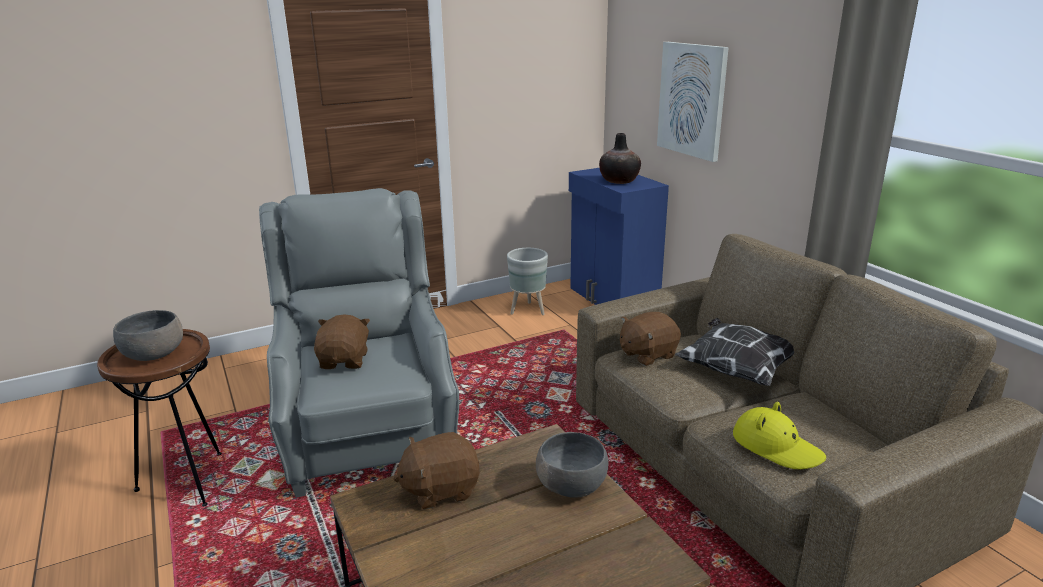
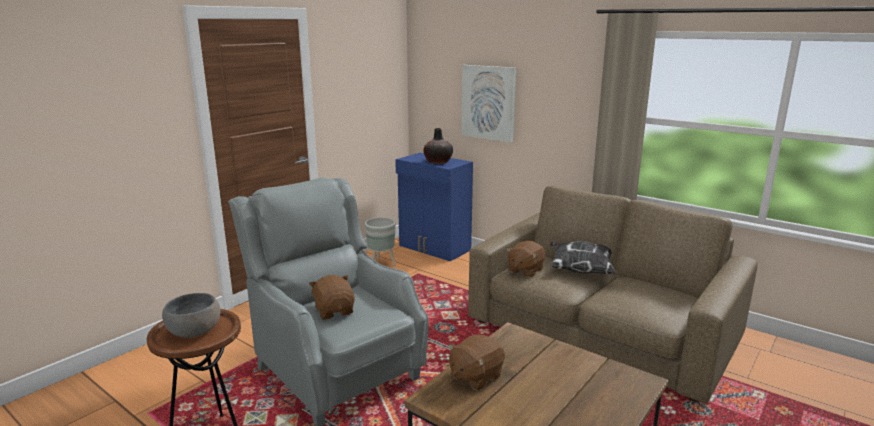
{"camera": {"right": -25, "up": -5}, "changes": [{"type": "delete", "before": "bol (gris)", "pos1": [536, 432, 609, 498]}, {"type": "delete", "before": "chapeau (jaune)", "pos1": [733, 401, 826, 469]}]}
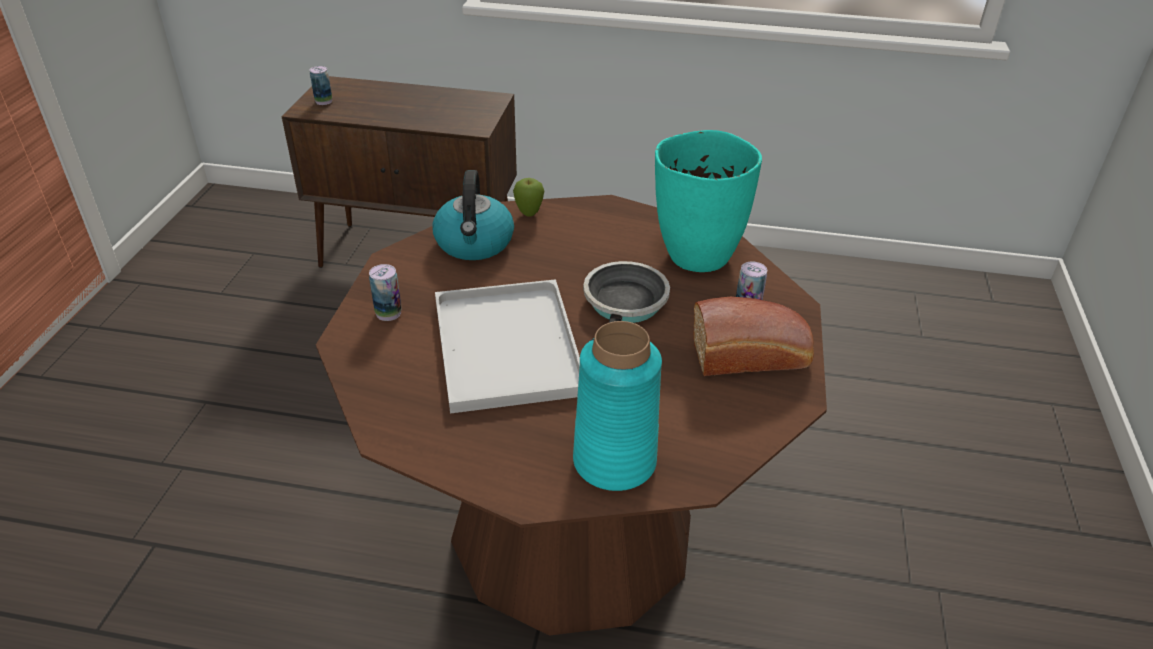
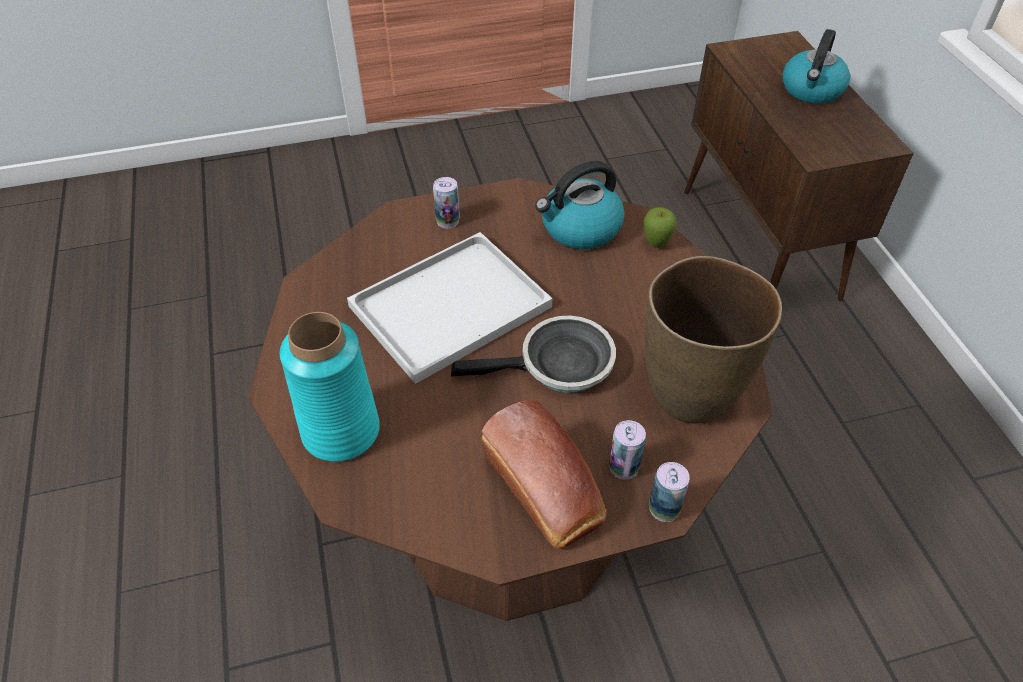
{"camera": {"right": 65, "up": 10}, "changes": [{"type": "move", "before": "boîte métallique", "pos1": [310, 66, 332, 105], "pos2": [649, 462, 690, 522]}, {"type": "recolor", "before": "vase (turquoise)", "after": "vase (marron)", "pos1": [655, 130, 762, 272], "pos2": [645, 256, 782, 424]}, {"type": "insert", "after": "bouilloire", "pos2": [783, 29, 850, 104]}]}
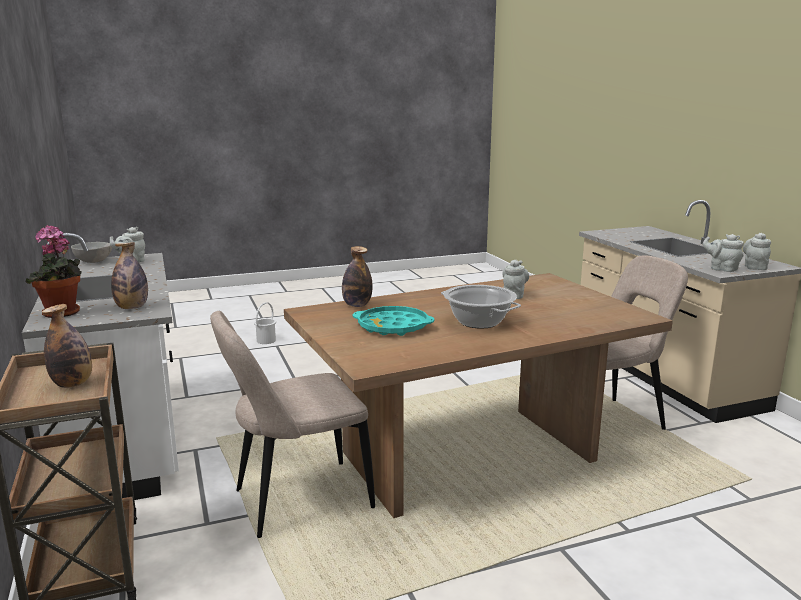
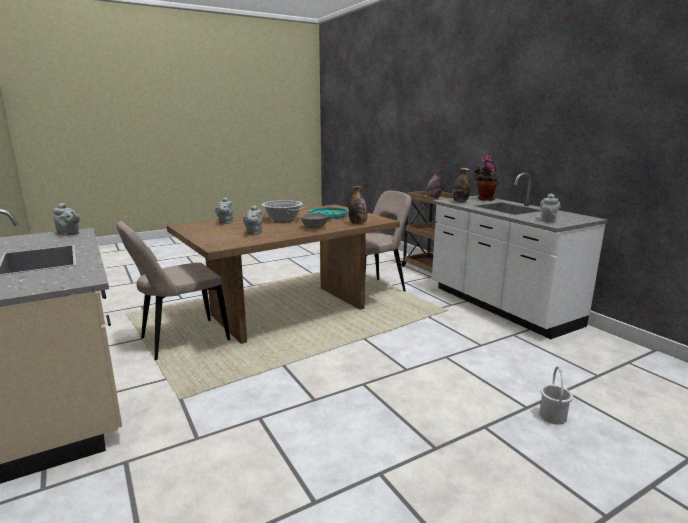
{"camera": {"right": 170, "up": 0}, "changes": [{"type": "move", "before": "bol (gris)", "pos1": [71, 242, 112, 263], "pos2": [301, 213, 329, 229]}, {"type": "move", "before": "théière (gris)", "pos1": [743, 233, 771, 270], "pos2": [215, 197, 233, 224]}]}
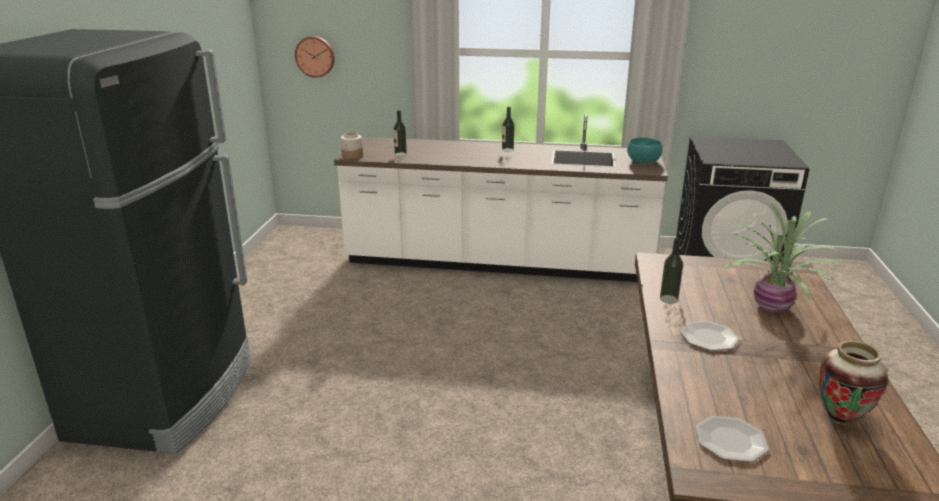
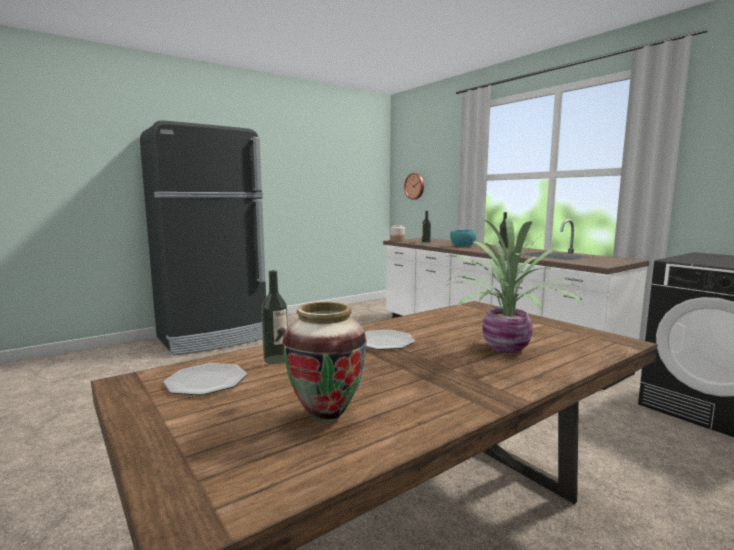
{"camera": {"right": 45, "up": -15}, "changes": [{"type": "move", "before": "bol (turquoise)", "pos1": [627, 137, 663, 163], "pos2": [450, 230, 476, 247]}, {"type": "move", "before": "bouteille", "pos1": [660, 238, 683, 304], "pos2": [261, 270, 288, 364]}]}
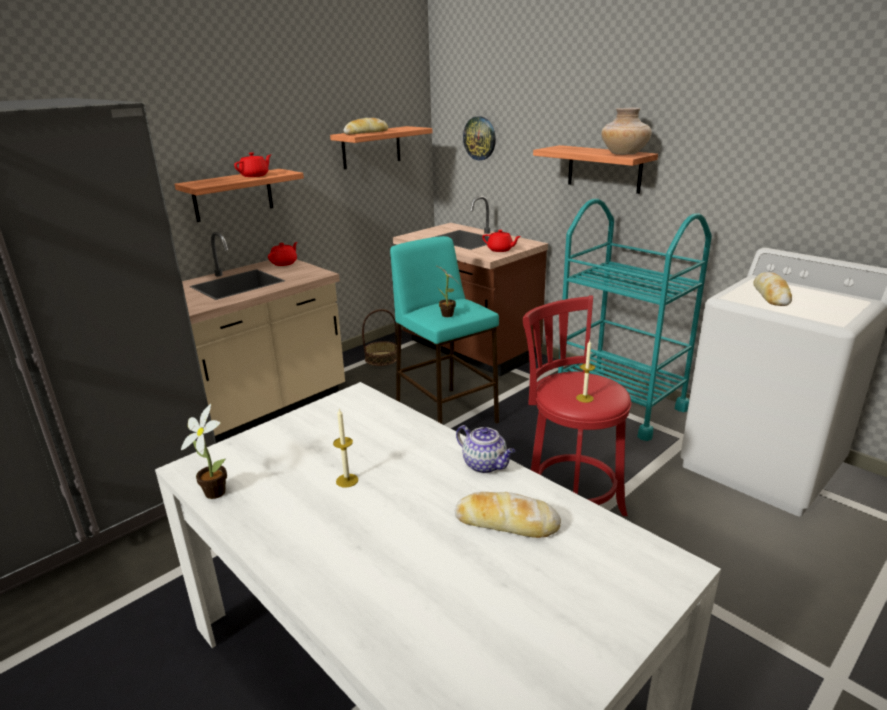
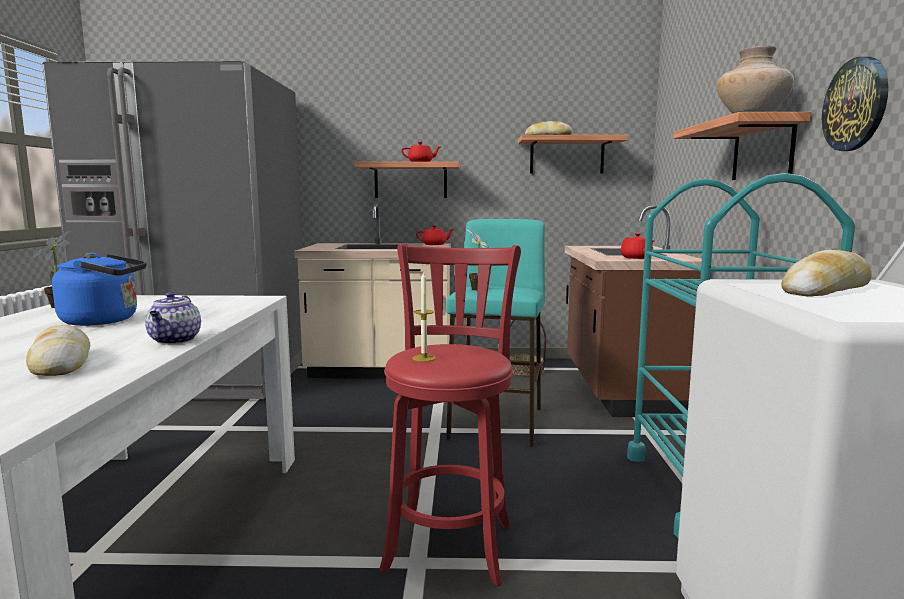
{"camera": {"right": 45, "up": -15}, "changes": [{"type": "replace", "before": "bougie", "after": "bouilloire (bleu)", "pos1": [333, 409, 358, 488], "pos2": [52, 253, 147, 326]}, {"type": "move", "before": "horloge murale", "pos1": [463, 116, 496, 160], "pos2": [822, 57, 888, 151]}]}
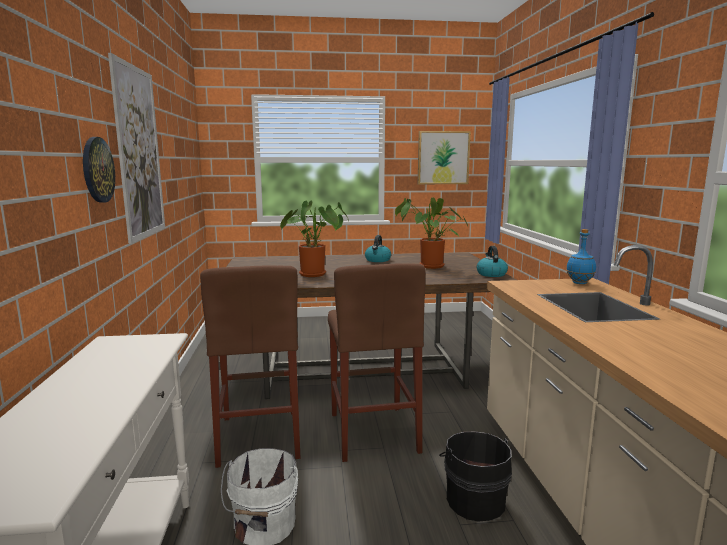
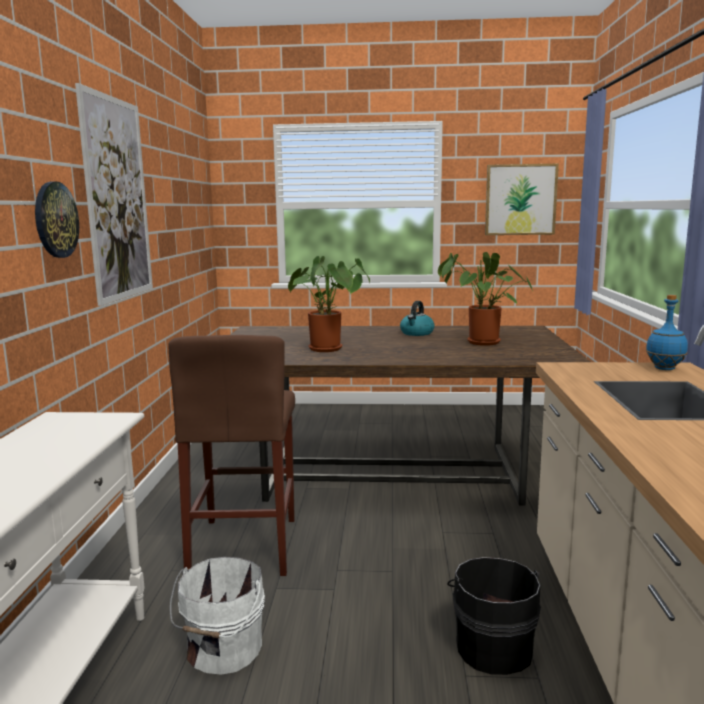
{"camera": {"right": 10, "up": 0}, "changes": [{"type": "delete", "before": "tabouret (marron)", "pos1": [328, 263, 425, 462]}, {"type": "delete", "before": "bouilloire", "pos1": [477, 246, 508, 277]}]}
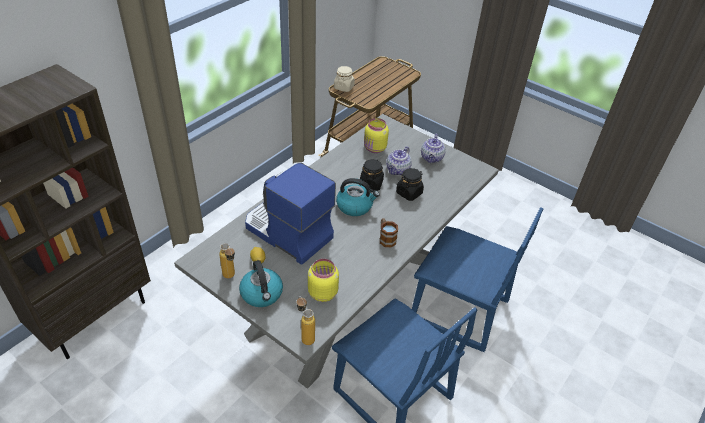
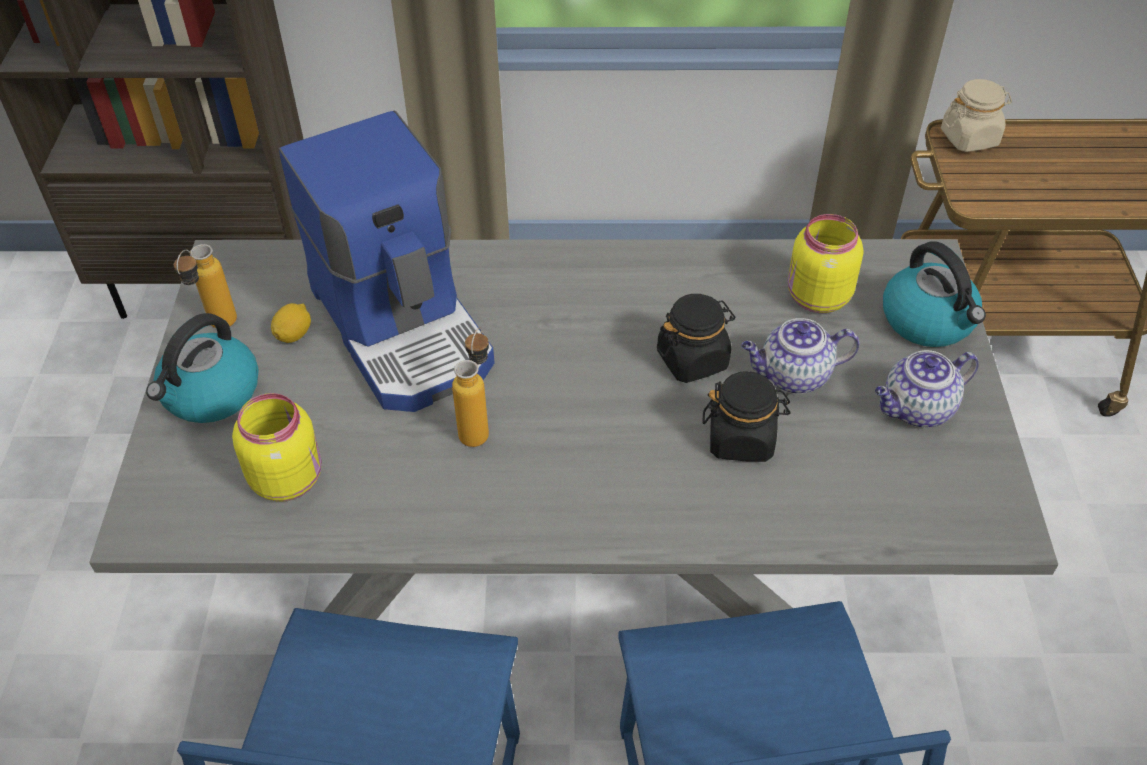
{"camera": {"right": 55, "up": 5}, "changes": [{"type": "rotate", "before": "machine à café", "pos1": [245, 163, 336, 265], "pos2": [279, 111, 495, 412], "turn": 150}, {"type": "move", "before": "bouteille", "pos1": [297, 296, 315, 345], "pos2": [452, 327, 489, 447]}, {"type": "move", "before": "bouilloire", "pos1": [336, 178, 380, 216], "pos2": [883, 241, 986, 347]}, {"type": "delete", "before": "mug", "pos1": [380, 218, 398, 247]}]}
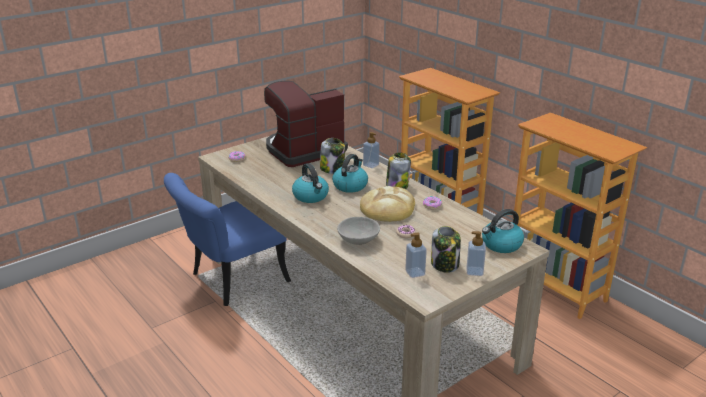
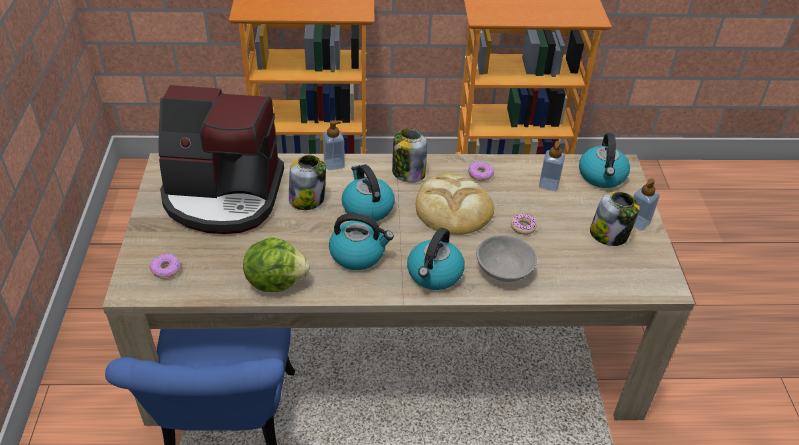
{"camera": {"right": -55, "up": 15}, "changes": [{"type": "rotate", "before": "machine à café", "pos1": [264, 81, 348, 167], "pos2": [159, 85, 284, 234], "turn": -90}, {"type": "move", "before": "distributeur de savon", "pos1": [405, 232, 427, 278], "pos2": [539, 141, 565, 191]}, {"type": "insert", "after": "laitue", "pos2": [243, 237, 310, 292]}, {"type": "insert", "after": "bouilloire", "pos2": [407, 228, 465, 290]}]}
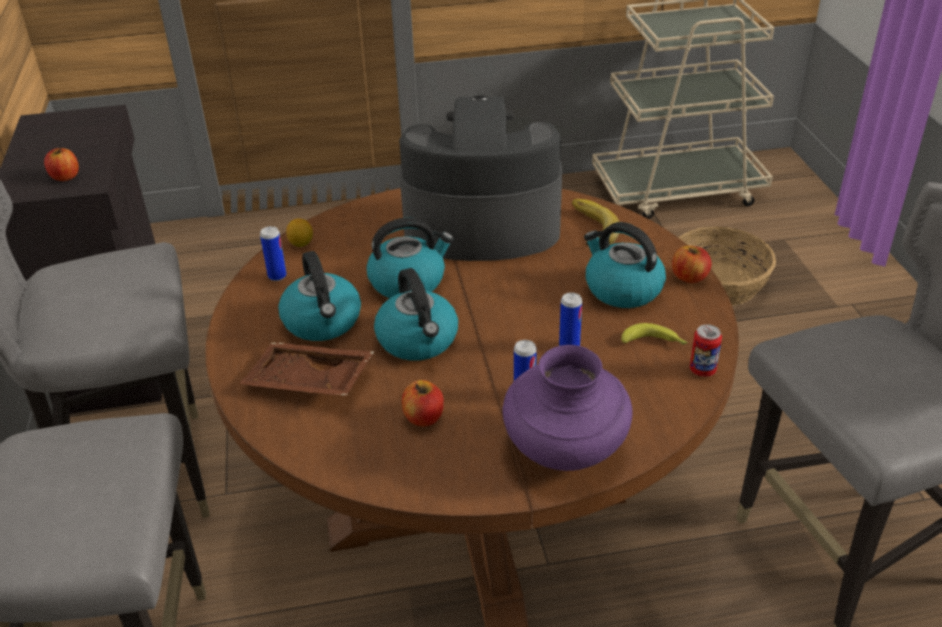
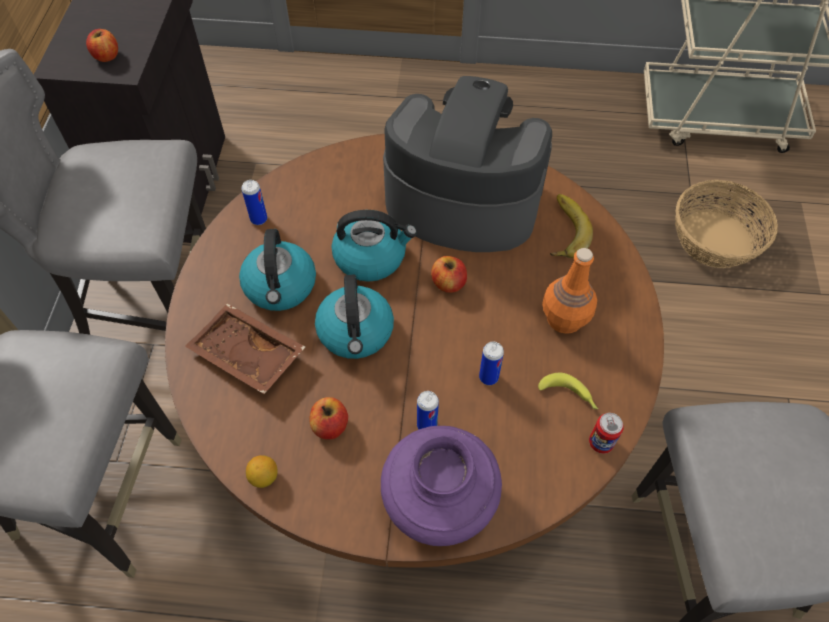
{"camera": {"right": 15, "up": 20}, "changes": [{"type": "move", "before": "citron", "pos1": [286, 218, 313, 247], "pos2": [246, 455, 278, 488]}, {"type": "replace", "before": "bouilloire", "after": "bouteille (orange)", "pos1": [584, 222, 666, 308], "pos2": [542, 248, 597, 334]}, {"type": "move", "before": "pomme", "pos1": [672, 246, 711, 283], "pos2": [431, 256, 467, 293]}]}
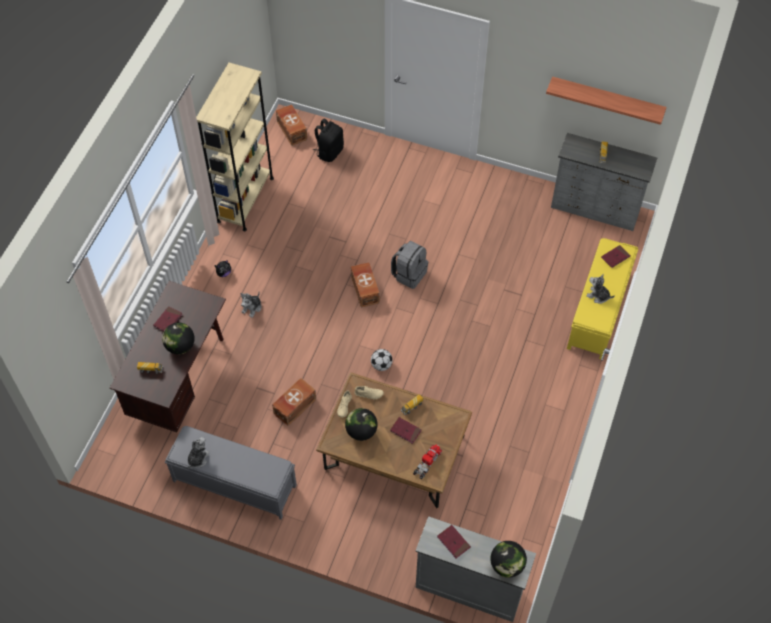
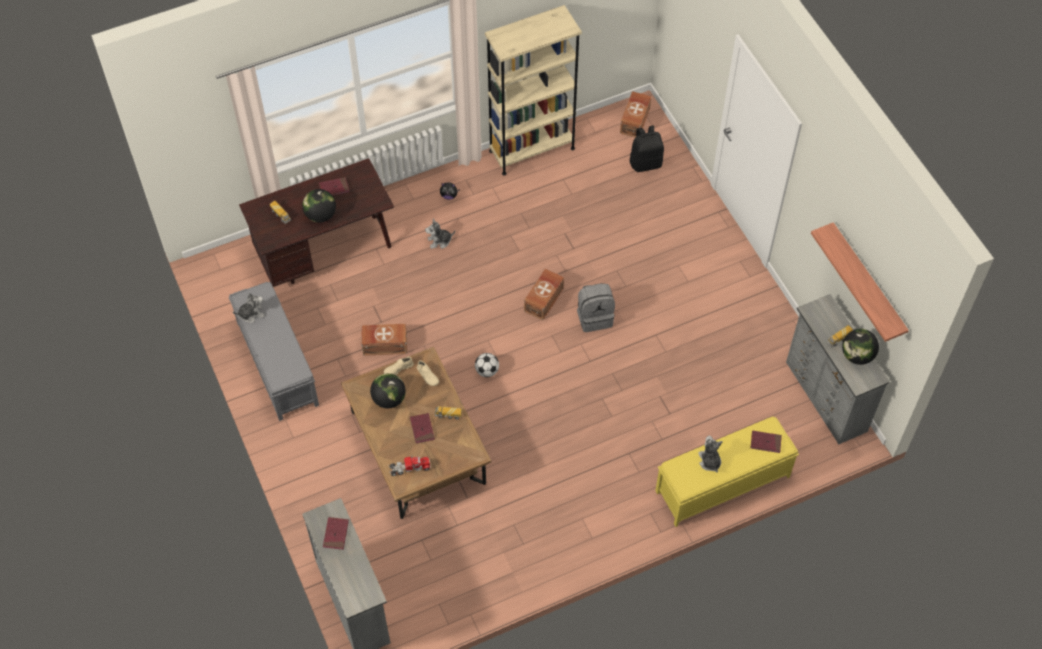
{"camera": {"right": 45, "up": 0}, "changes": [{"type": "move", "before": "globe", "pos1": [490, 541, 527, 578], "pos2": [842, 329, 879, 365]}]}
